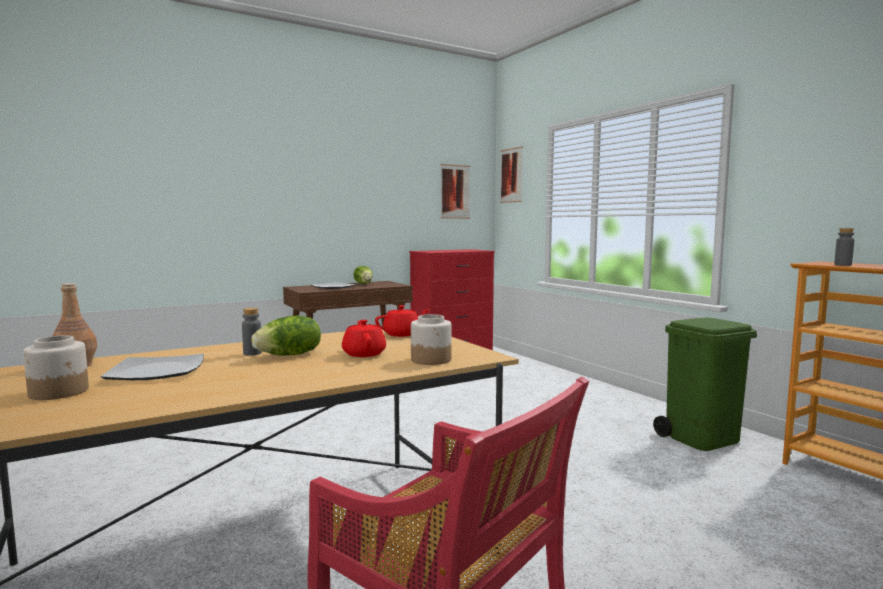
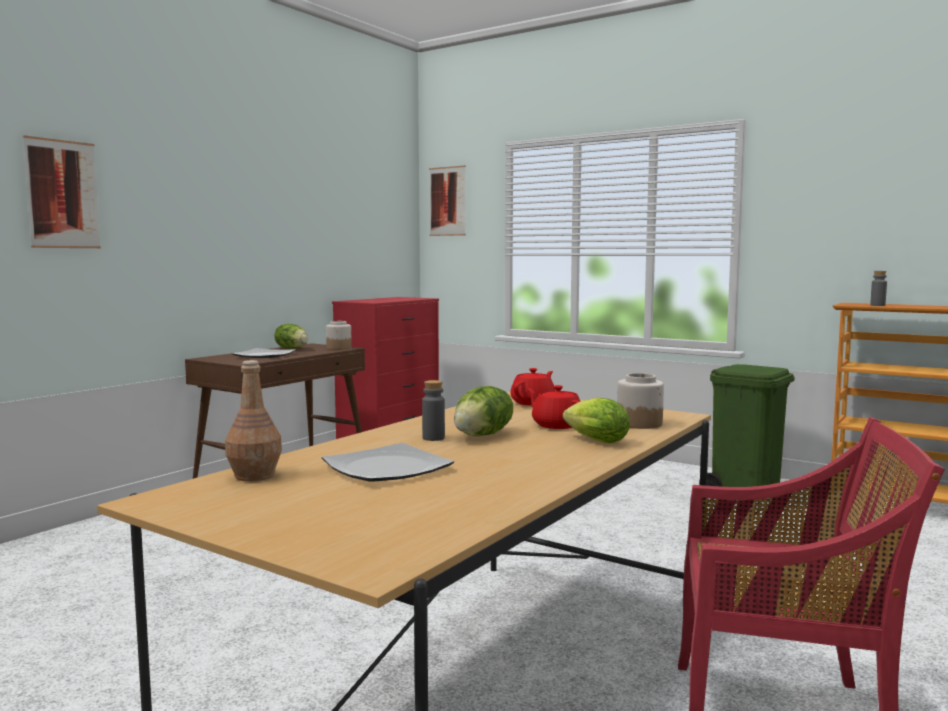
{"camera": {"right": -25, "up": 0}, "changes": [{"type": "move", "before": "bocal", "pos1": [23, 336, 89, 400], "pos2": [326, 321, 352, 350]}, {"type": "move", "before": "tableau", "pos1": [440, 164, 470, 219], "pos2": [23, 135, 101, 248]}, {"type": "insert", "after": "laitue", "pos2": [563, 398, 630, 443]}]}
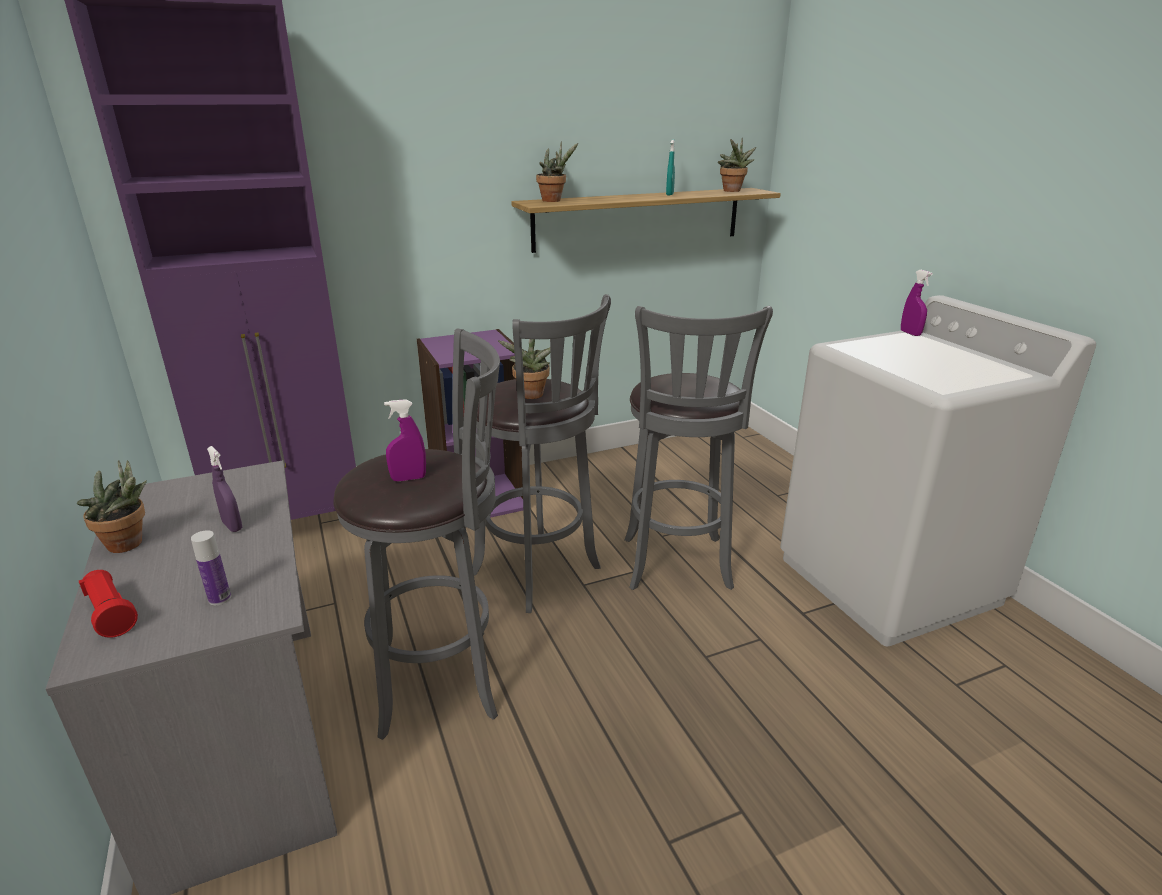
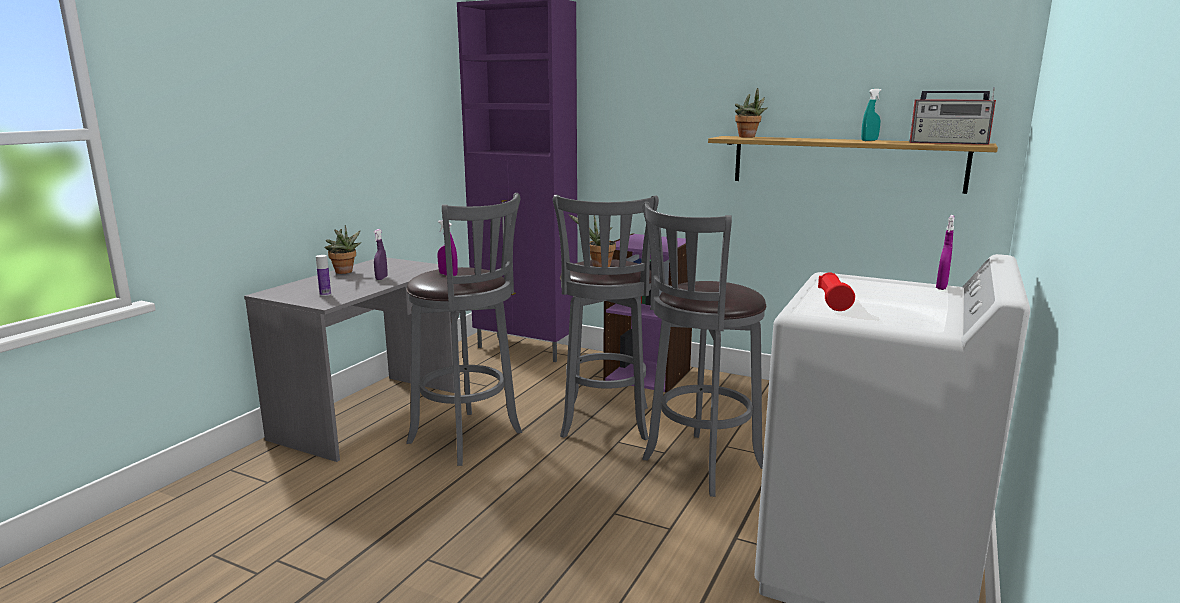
{"camera": {"right": 50, "up": -10}, "changes": [{"type": "move", "before": "lampe de poche (rouge)", "pos1": [79, 570, 138, 638], "pos2": [818, 272, 855, 311]}, {"type": "replace", "before": "plante en pot", "after": "radio", "pos1": [718, 138, 756, 192], "pos2": [909, 87, 996, 145]}]}
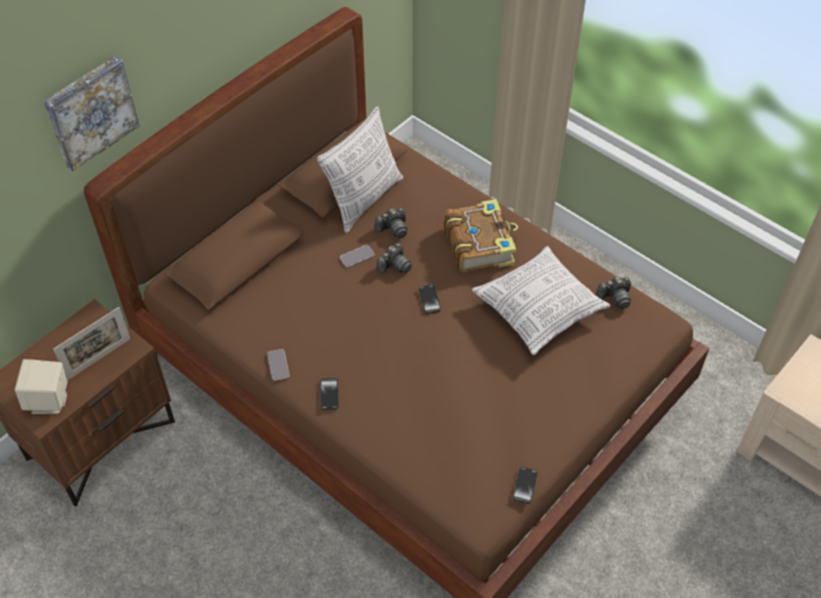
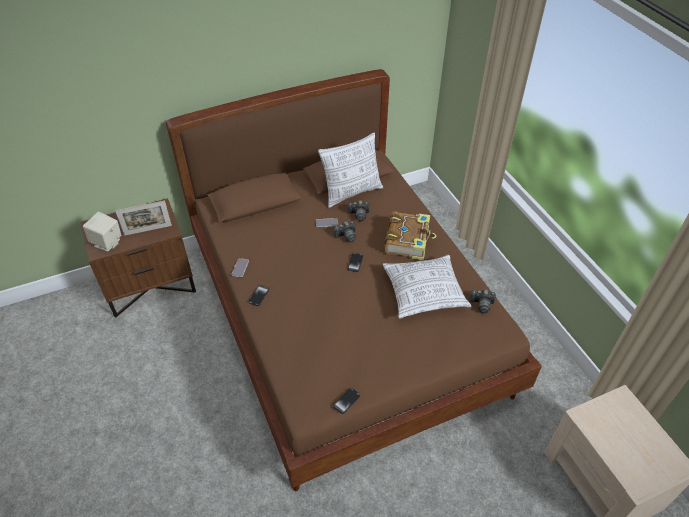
{"camera": {"right": 25, "up": -5}, "changes": [{"type": "delete", "before": "tableau", "pos1": [44, 56, 140, 171]}]}
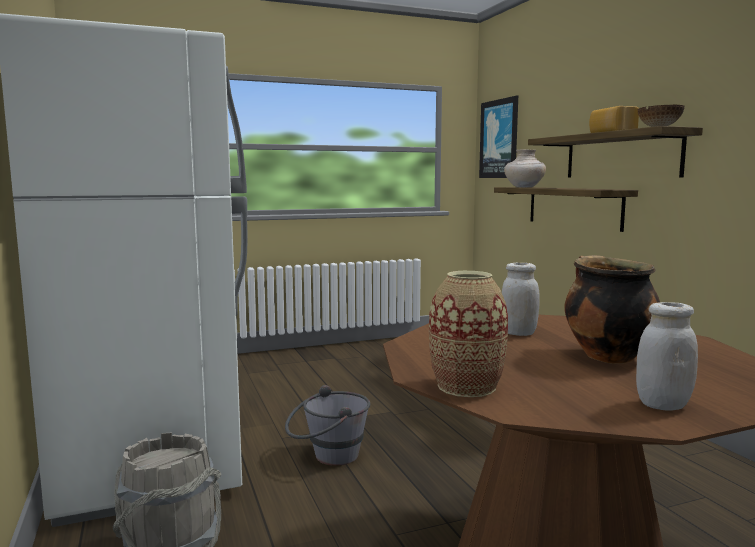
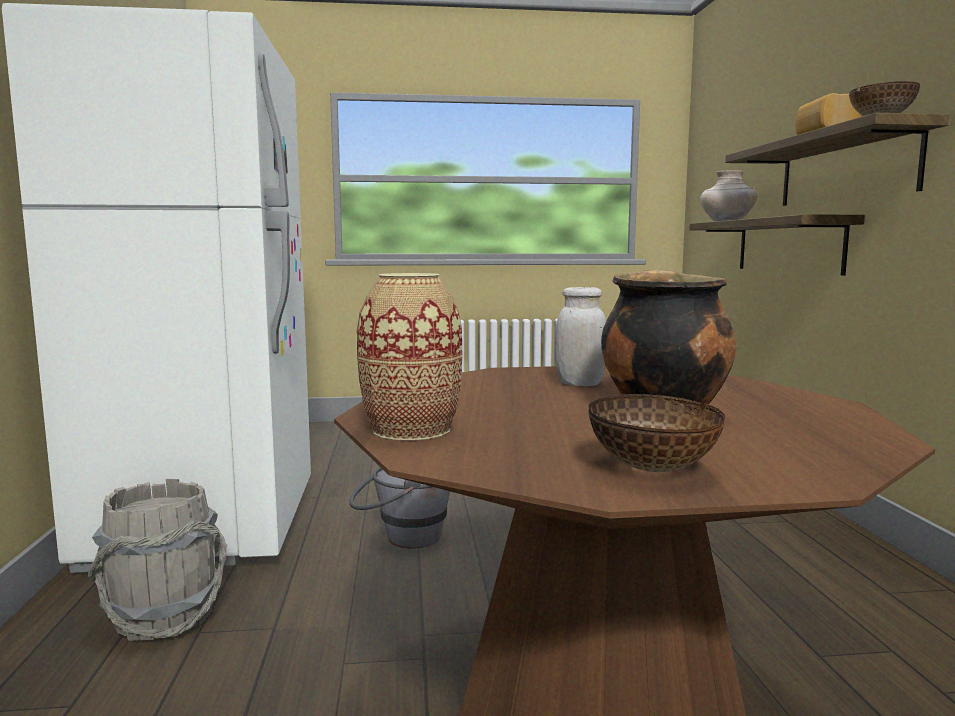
{"camera": {"right": 15, "up": 0}, "changes": [{"type": "delete", "before": "tableau", "pos1": [479, 96, 518, 178]}, {"type": "replace", "before": "bocal (blanc)", "after": "bol", "pos1": [636, 302, 698, 411], "pos2": [588, 394, 725, 472]}]}
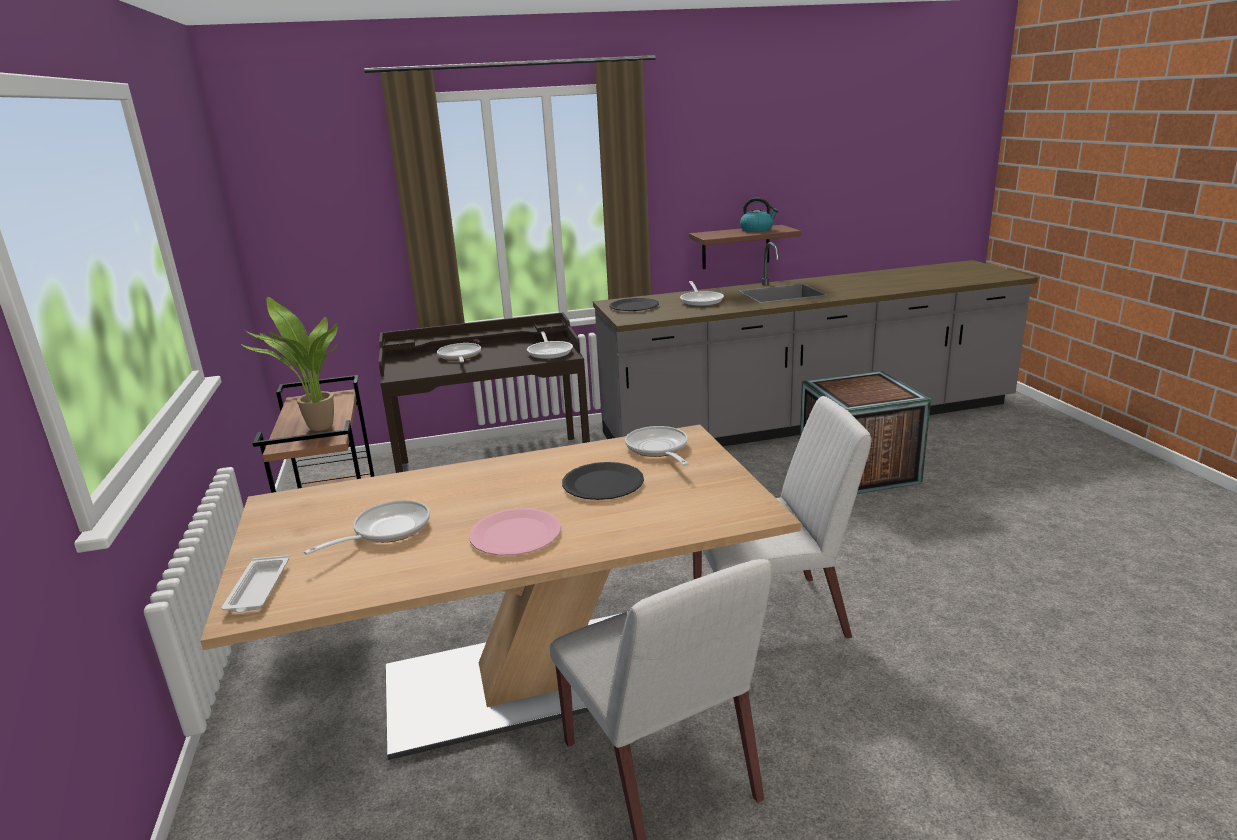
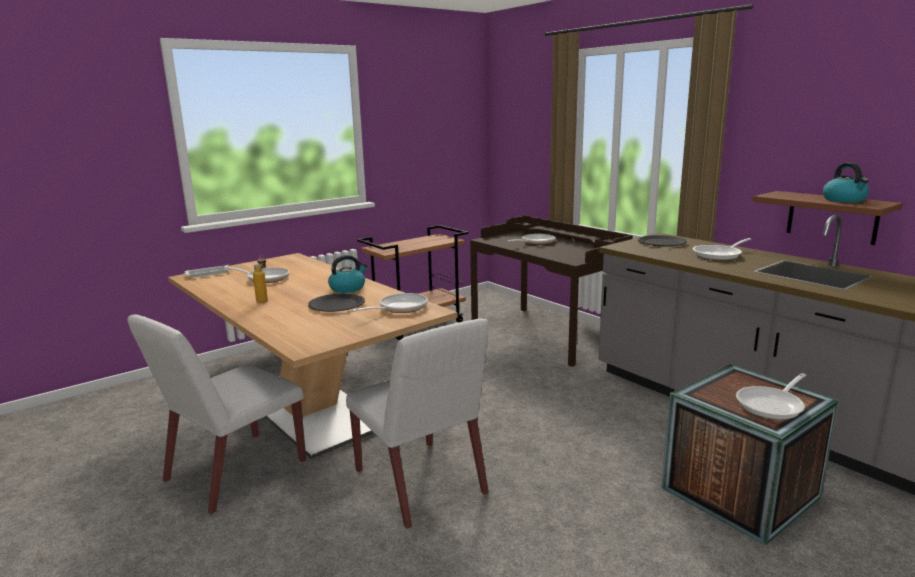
{"camera": {"right": 65, "up": -5}, "changes": [{"type": "delete", "before": "plante en pot", "pos1": [241, 297, 338, 431]}, {"type": "replace", "before": "assiette (rose)", "after": "bouteille", "pos1": [469, 508, 561, 556], "pos2": [253, 255, 268, 303]}, {"type": "move", "before": "poêle", "pos1": [527, 331, 573, 359], "pos2": [736, 373, 806, 420]}, {"type": "insert", "after": "bouilloire", "pos2": [328, 255, 367, 293]}]}
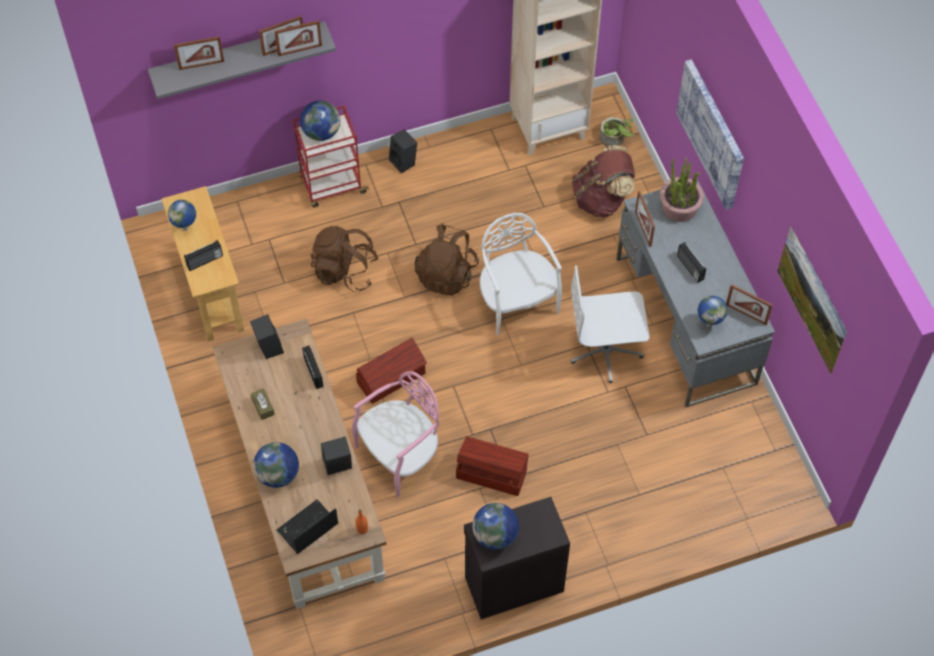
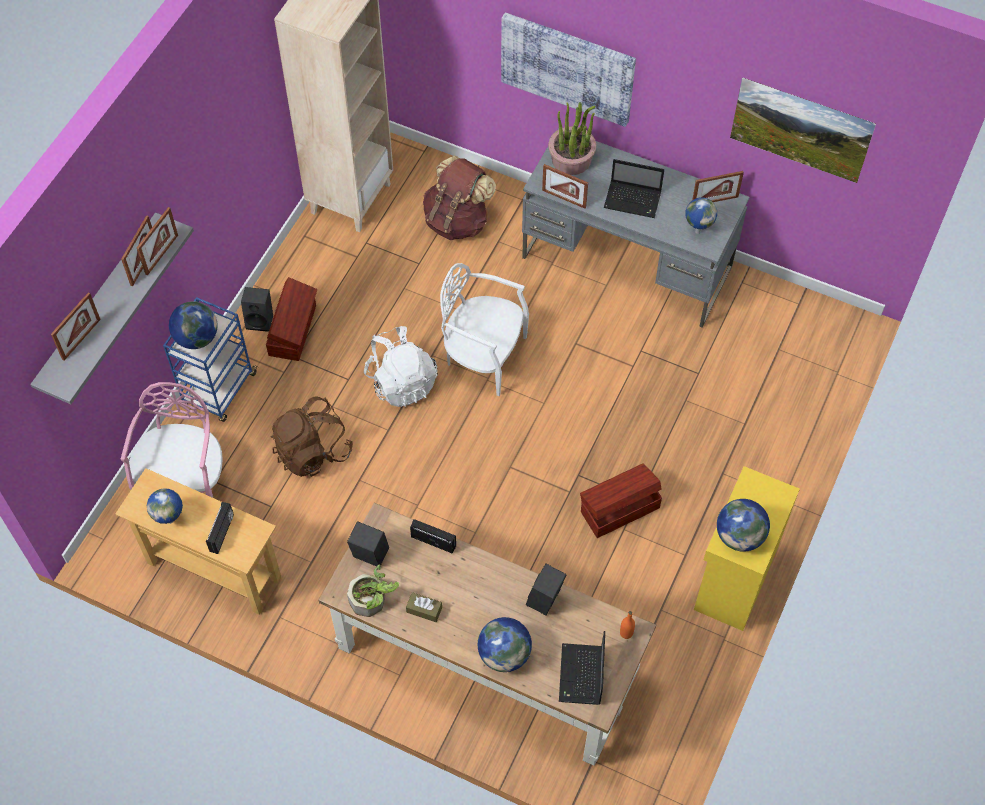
{"camera": {"right": -45, "up": 0}, "changes": [{"type": "recolor", "before": "chariot (rouge)", "after": "chariot (bleu)", "pos1": [293, 106, 369, 208], "pos2": [163, 297, 257, 422]}, {"type": "move", "before": "chaise (rose)", "pos1": [352, 371, 439, 497], "pos2": [121, 382, 223, 498]}, {"type": "move", "before": "boîte de rangement (marron)", "pos1": [356, 338, 427, 404], "pos2": [266, 277, 317, 361]}, {"type": "recolor", "before": "sac à dos (marron)", "after": "sac à dos (blanc)", "pos1": [415, 223, 479, 295], "pos2": [364, 326, 438, 407]}, {"type": "recolor", "before": "meuble de rangement (noir)", "after": "meuble de rangement (jaune)", "pos1": [464, 497, 570, 619], "pos2": [694, 466, 800, 631]}, {"type": "delete", "before": "chaise de bureau (blanc)", "pos1": [571, 265, 650, 383]}, {"type": "move", "before": "plante en pot", "pos1": [599, 117, 634, 146], "pos2": [347, 564, 399, 617]}, {"type": "replace", "before": "radio", "after": "ordinateur portable", "pos1": [677, 242, 706, 283], "pos2": [604, 159, 664, 218]}]}
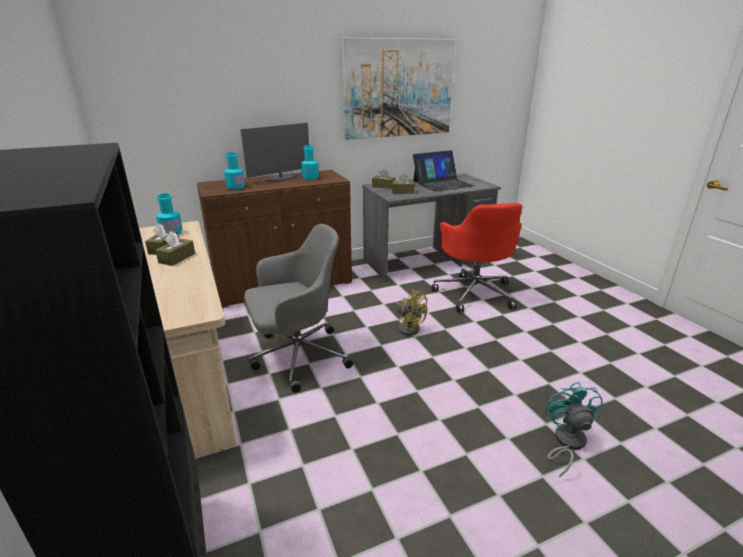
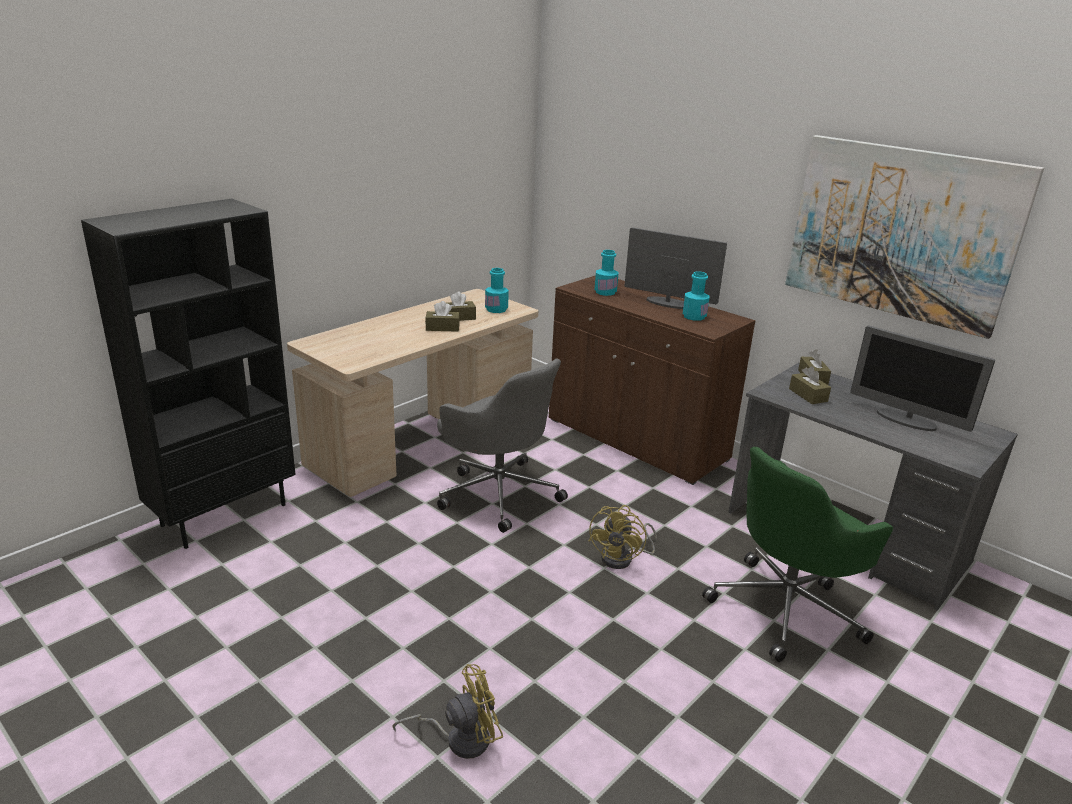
{"camera": {"right": 65, "up": 0}, "changes": [{"type": "replace", "before": "ordinateur portable", "after": "écran d'ordinateur", "pos1": [413, 150, 474, 192], "pos2": [850, 325, 995, 432]}, {"type": "recolor", "before": "chaise de bureau (rouge)", "after": "chaise de bureau (vert)", "pos1": [431, 203, 522, 312], "pos2": [702, 447, 893, 662]}, {"type": "recolor", "before": "ventilateur (turquoise)", "after": "ventilateur (jaune)", "pos1": [546, 382, 603, 477], "pos2": [392, 664, 503, 759]}]}
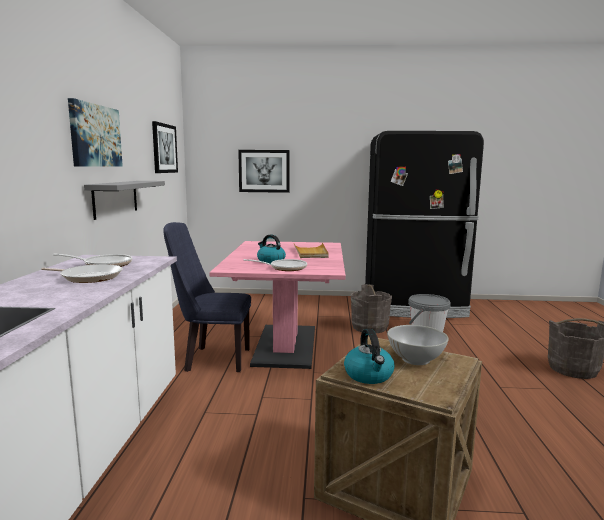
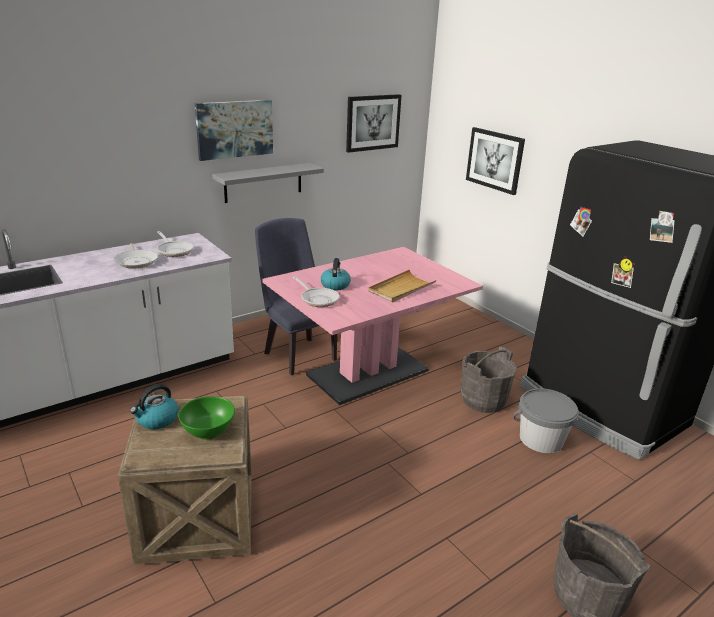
{"camera": {"right": 50, "up": 15}, "changes": [{"type": "recolor", "before": "bol (blanc)", "after": "bol (vert)", "pos1": [387, 325, 449, 365], "pos2": [178, 396, 235, 440]}]}
